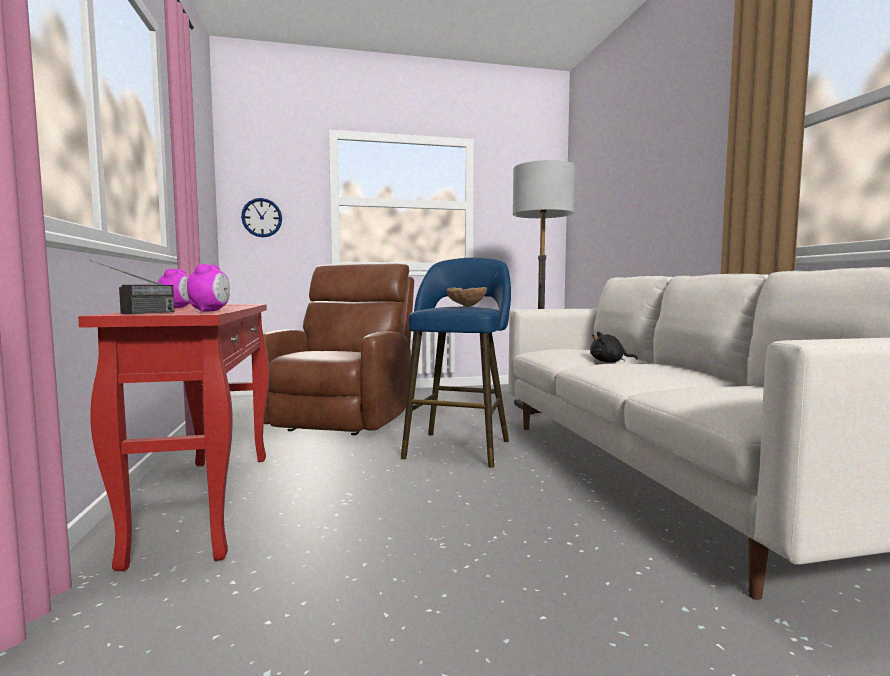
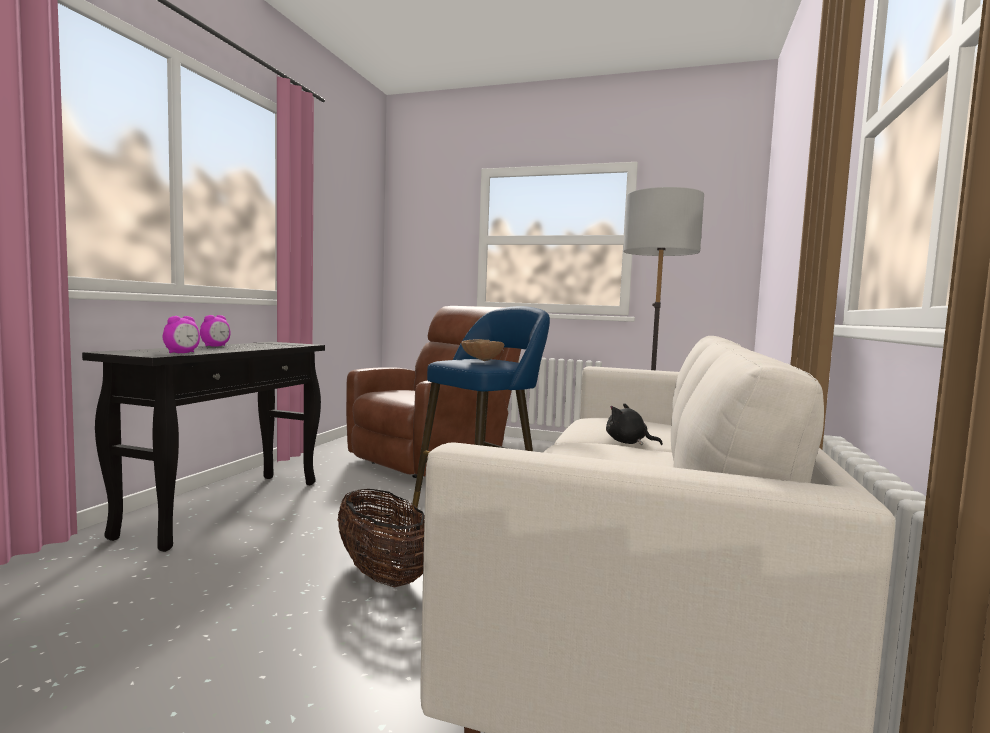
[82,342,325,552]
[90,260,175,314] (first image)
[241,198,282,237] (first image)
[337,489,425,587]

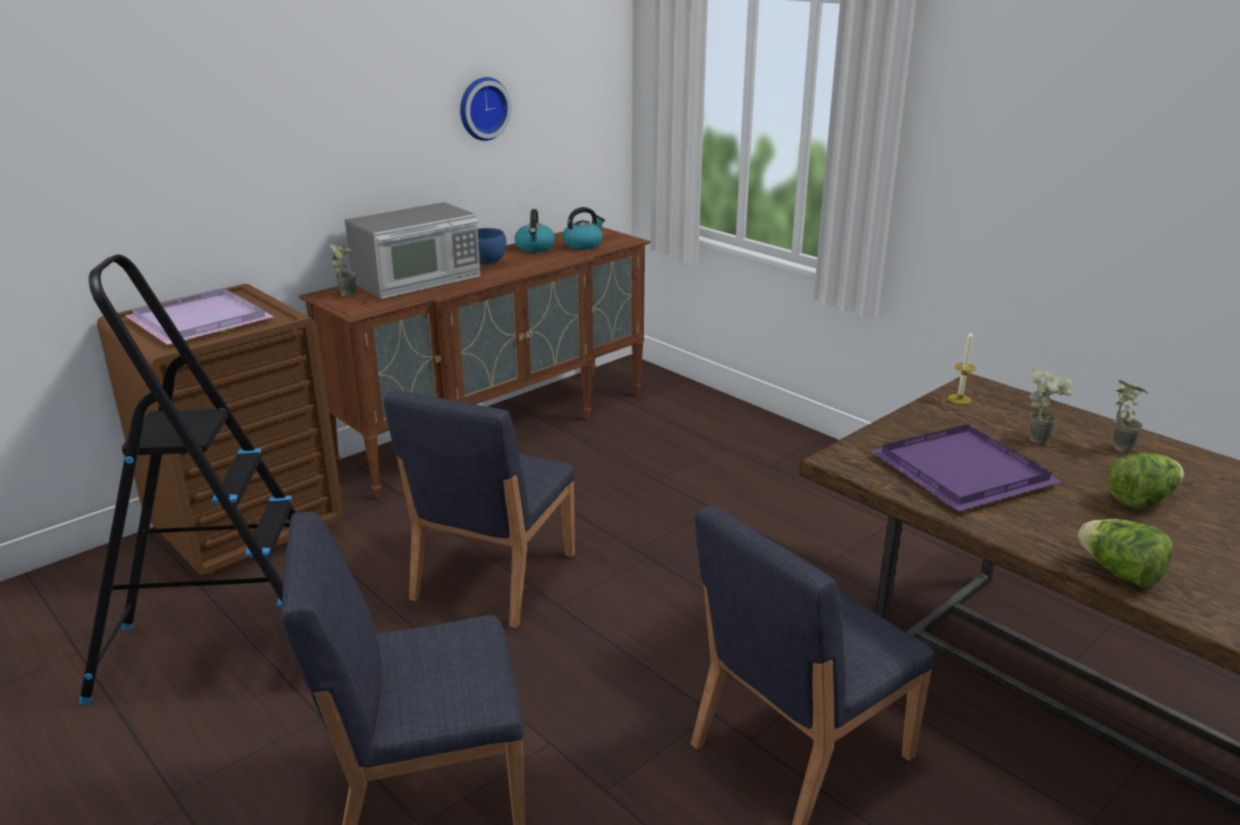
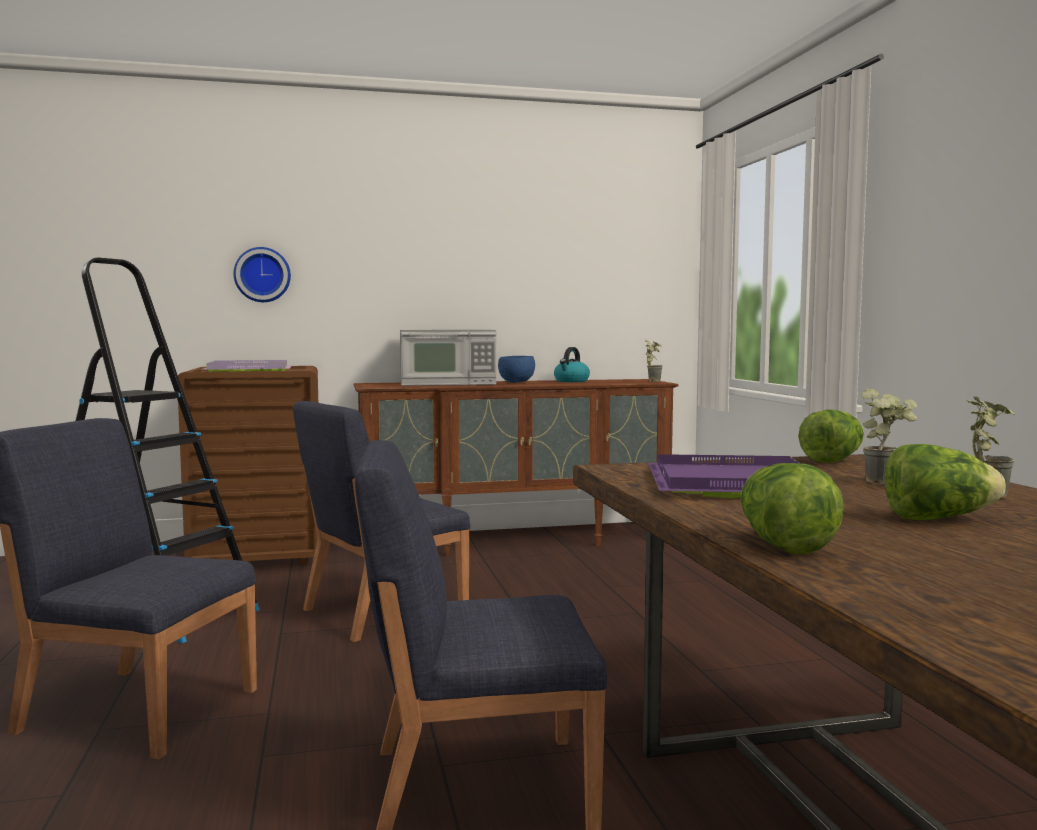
[645,339,663,382]
[234,247,291,302]
[562,207,605,250] (first image)
[798,409,864,463]

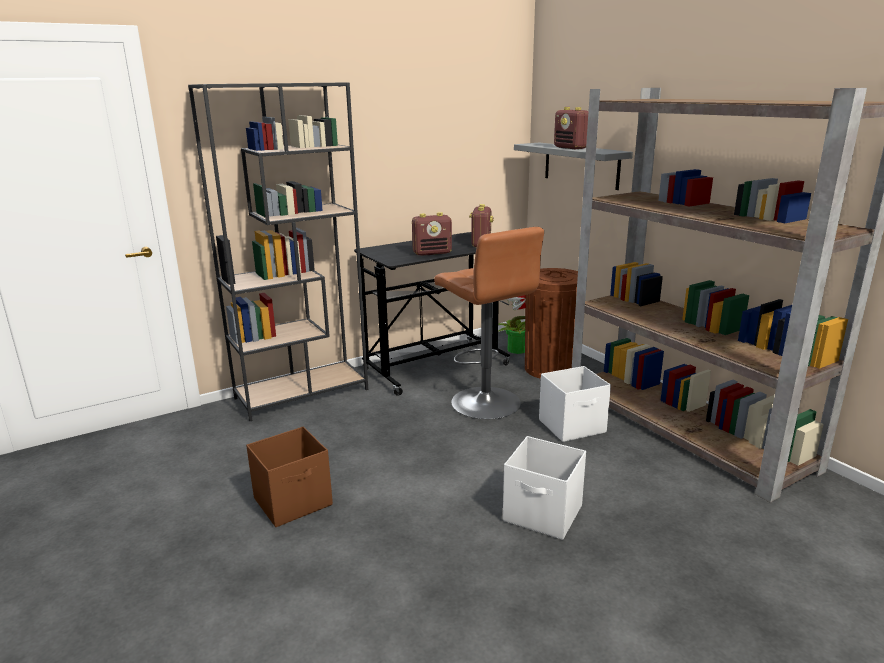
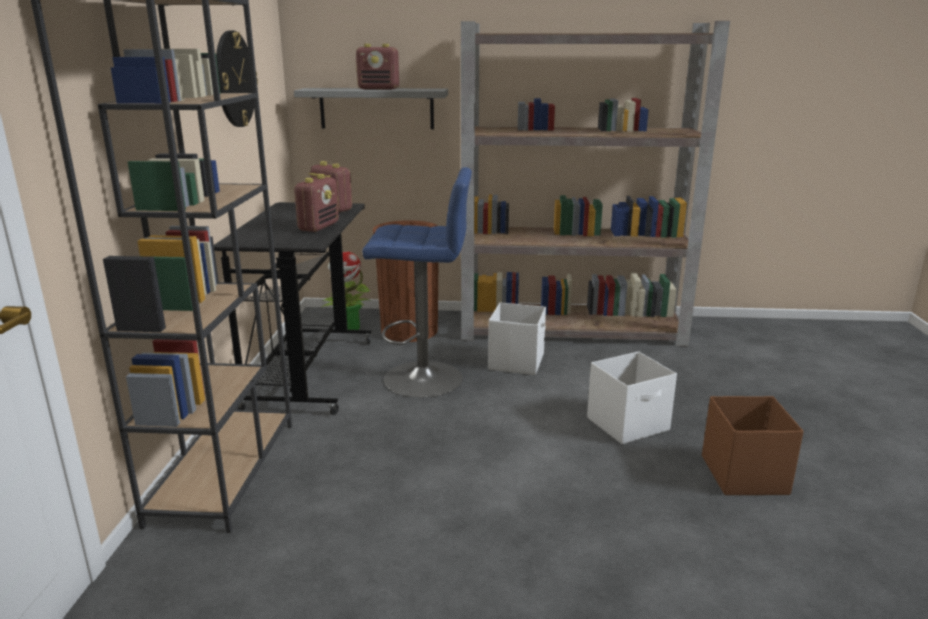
[702,396,804,495]
[362,167,472,397]
[216,30,258,127]

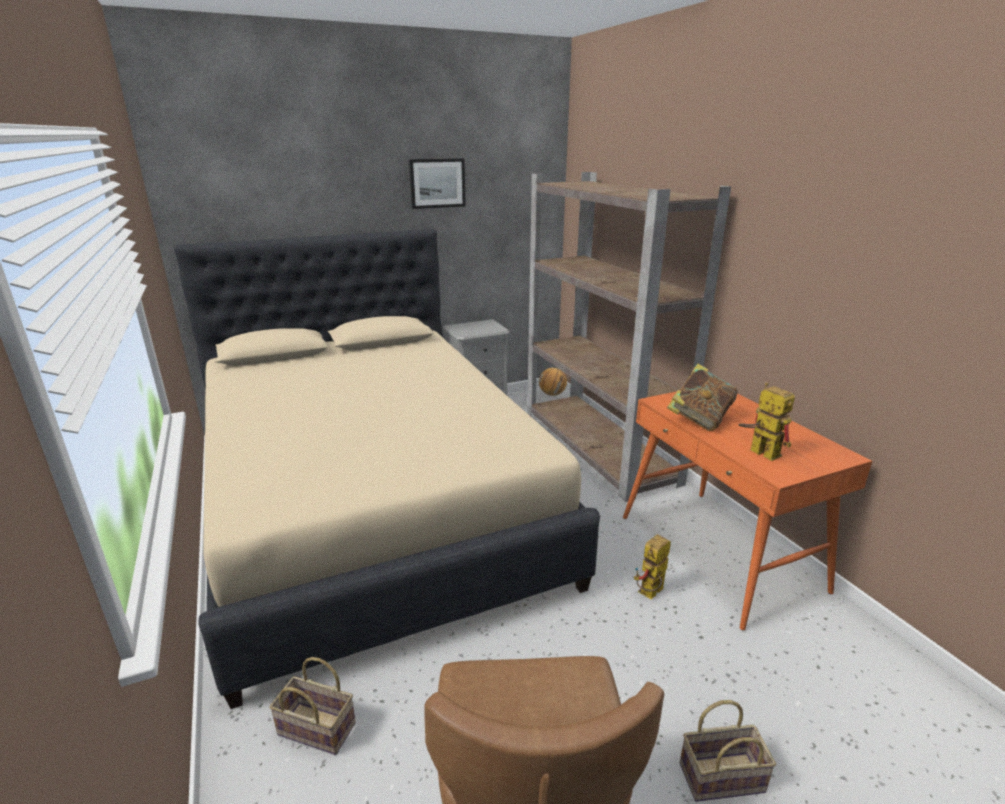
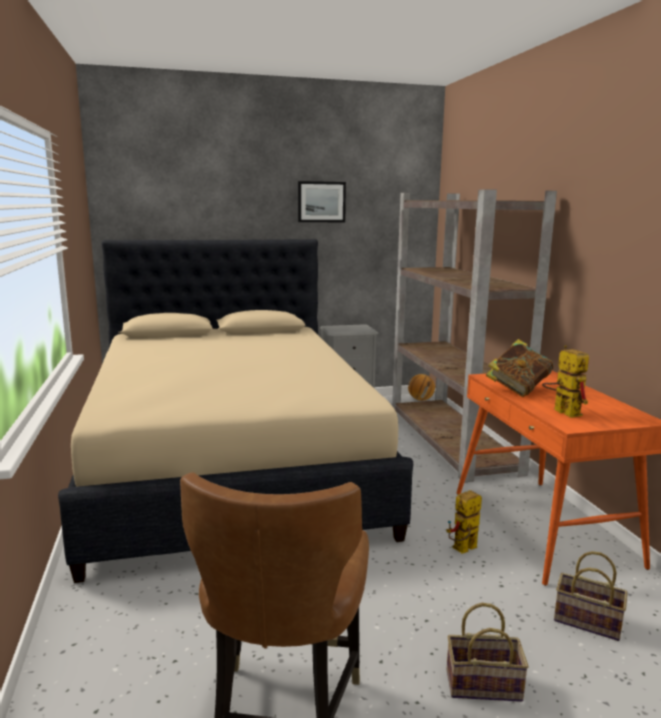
[554,551,628,641]

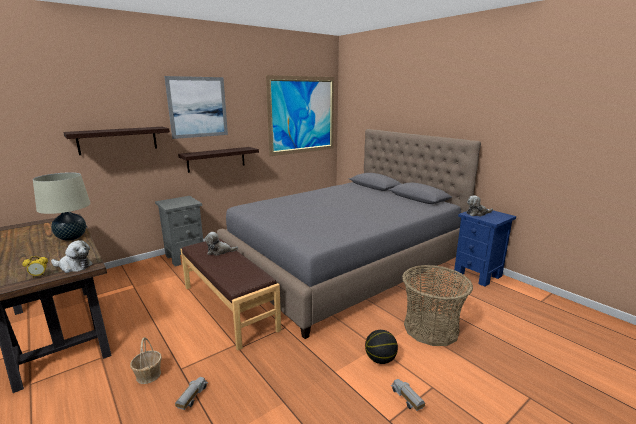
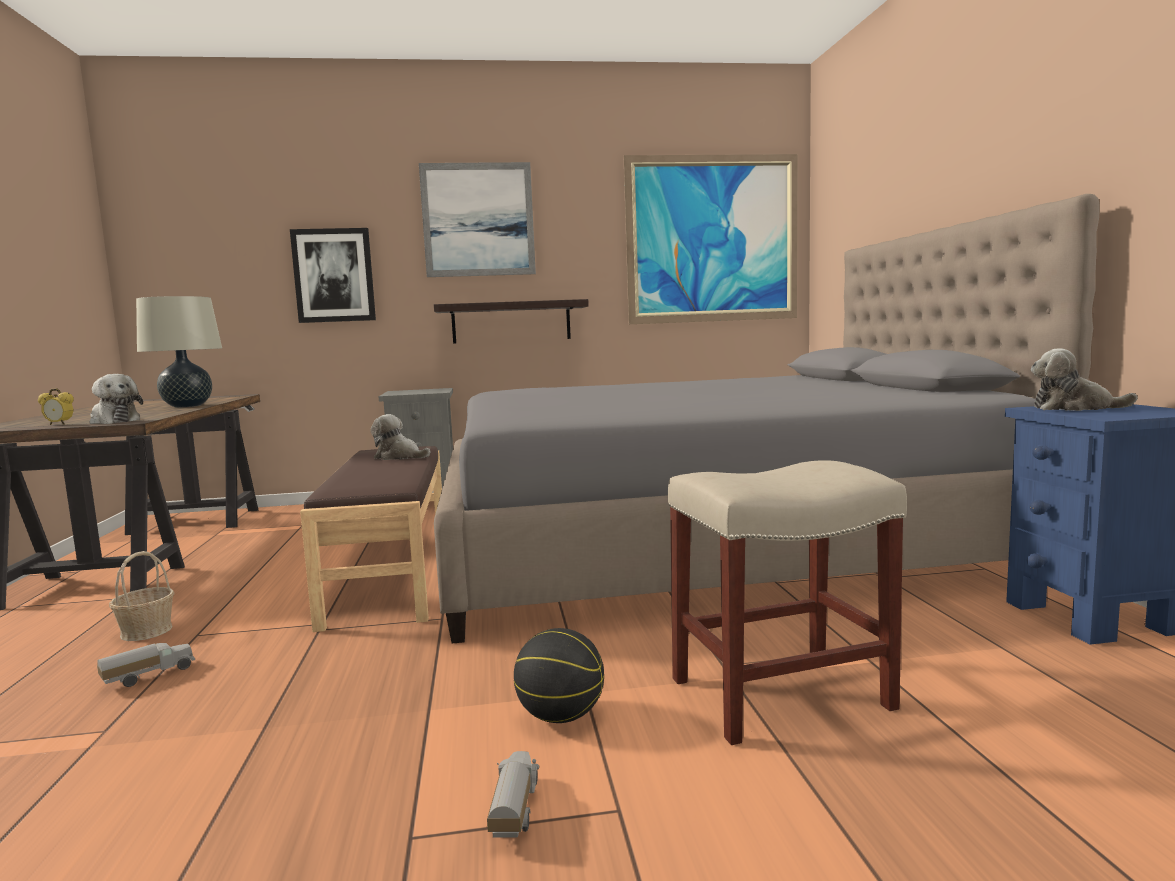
[290,228,376,323]
[668,460,907,745]

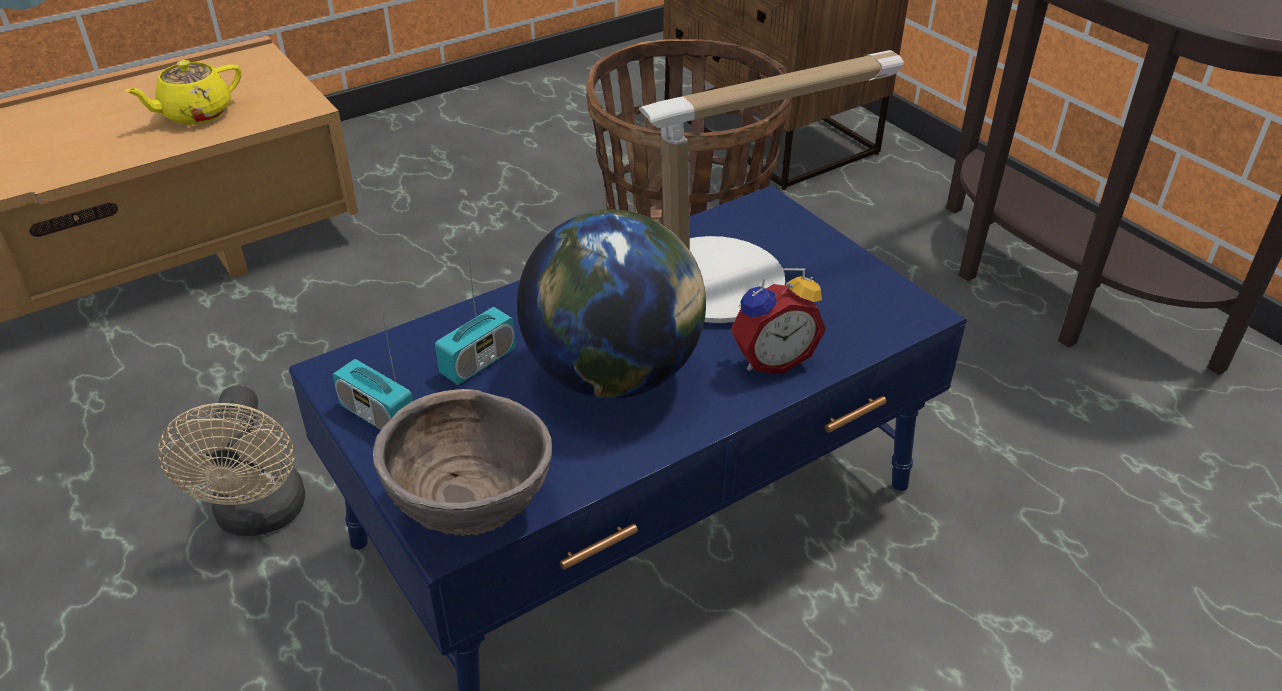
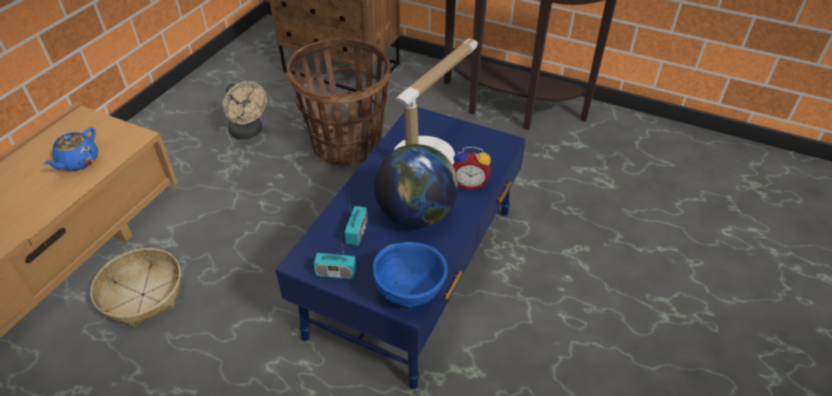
[43,127,98,171]
[223,81,267,139]
[373,242,448,307]
[453,147,491,191]
[90,248,181,328]

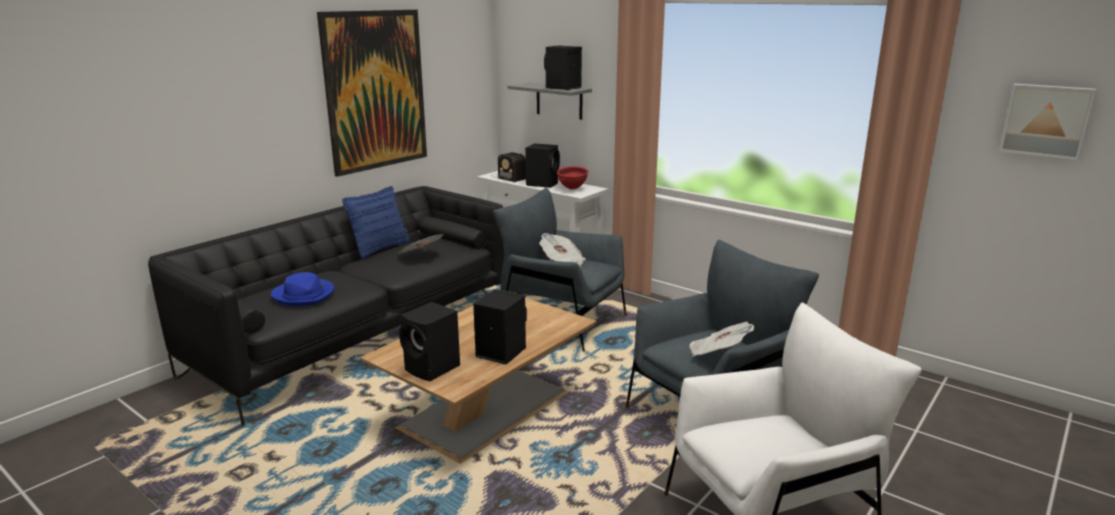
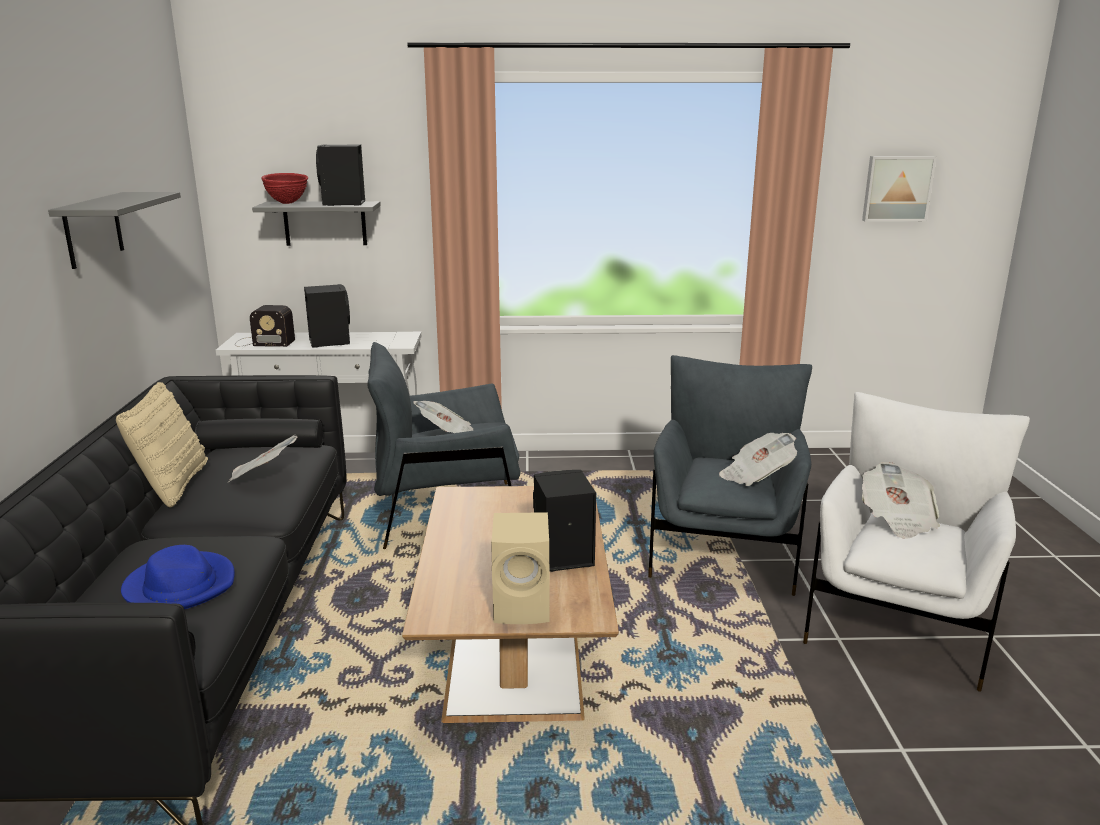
[48,192,181,269]
[116,382,208,508]
[491,512,549,624]
[261,173,308,204]
[862,462,940,539]

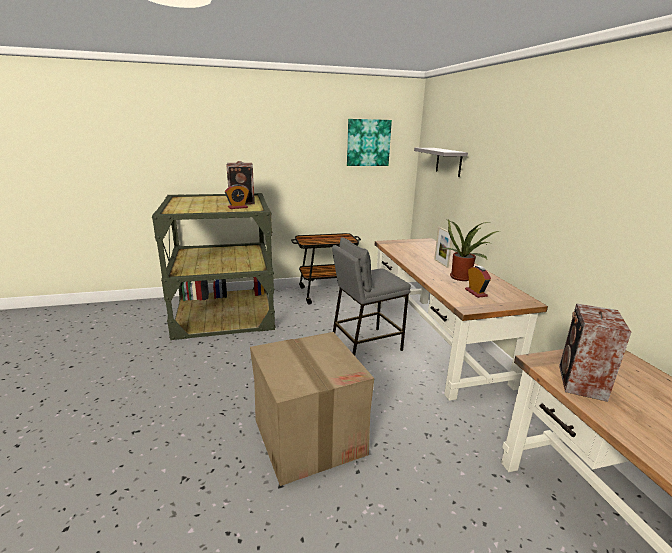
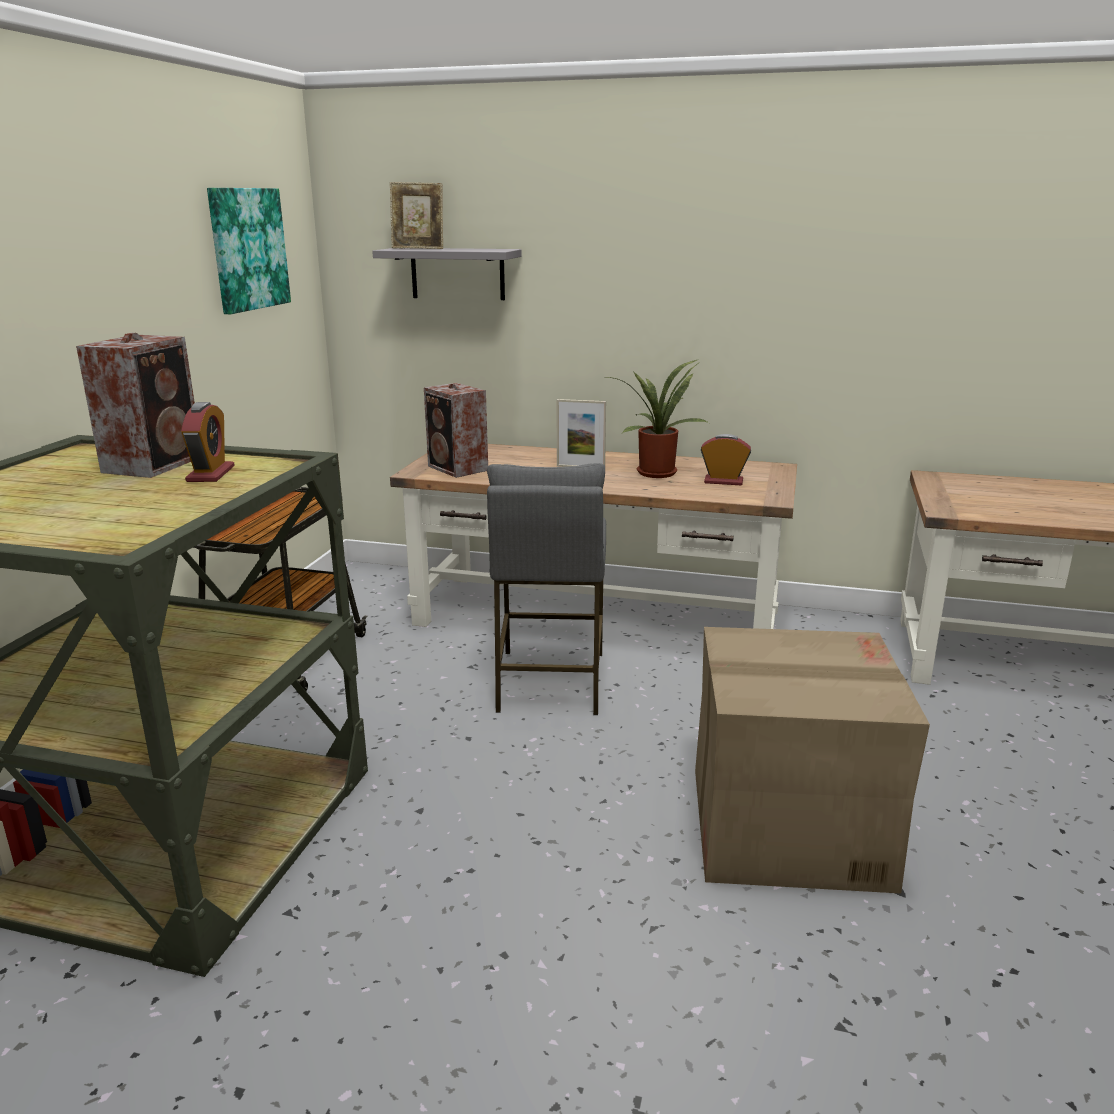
[424,383,488,478]
[390,182,443,249]

